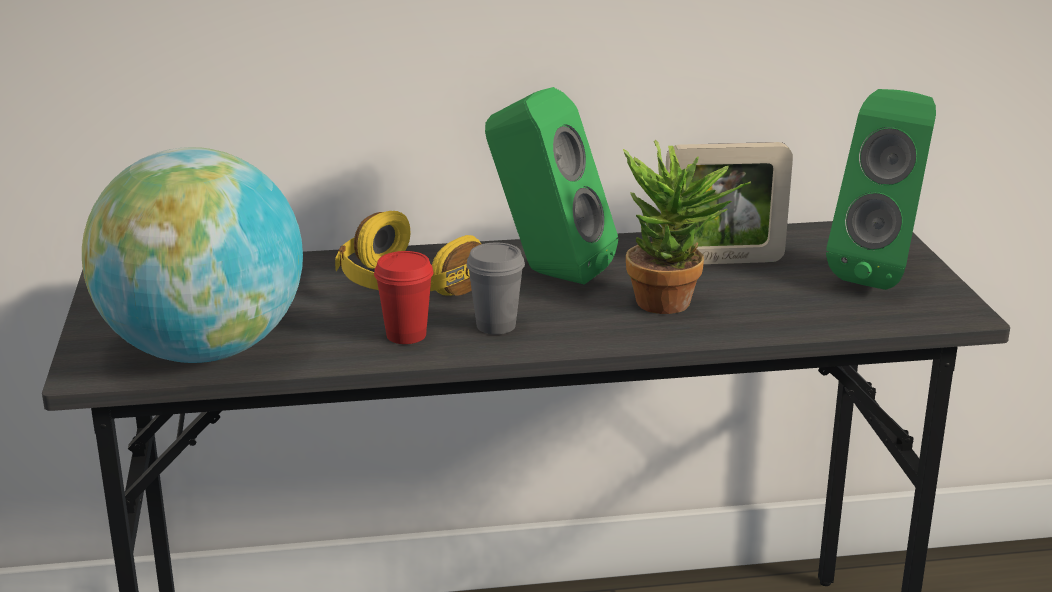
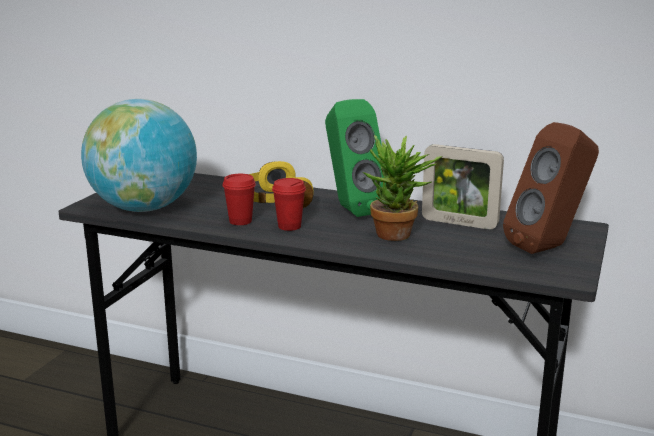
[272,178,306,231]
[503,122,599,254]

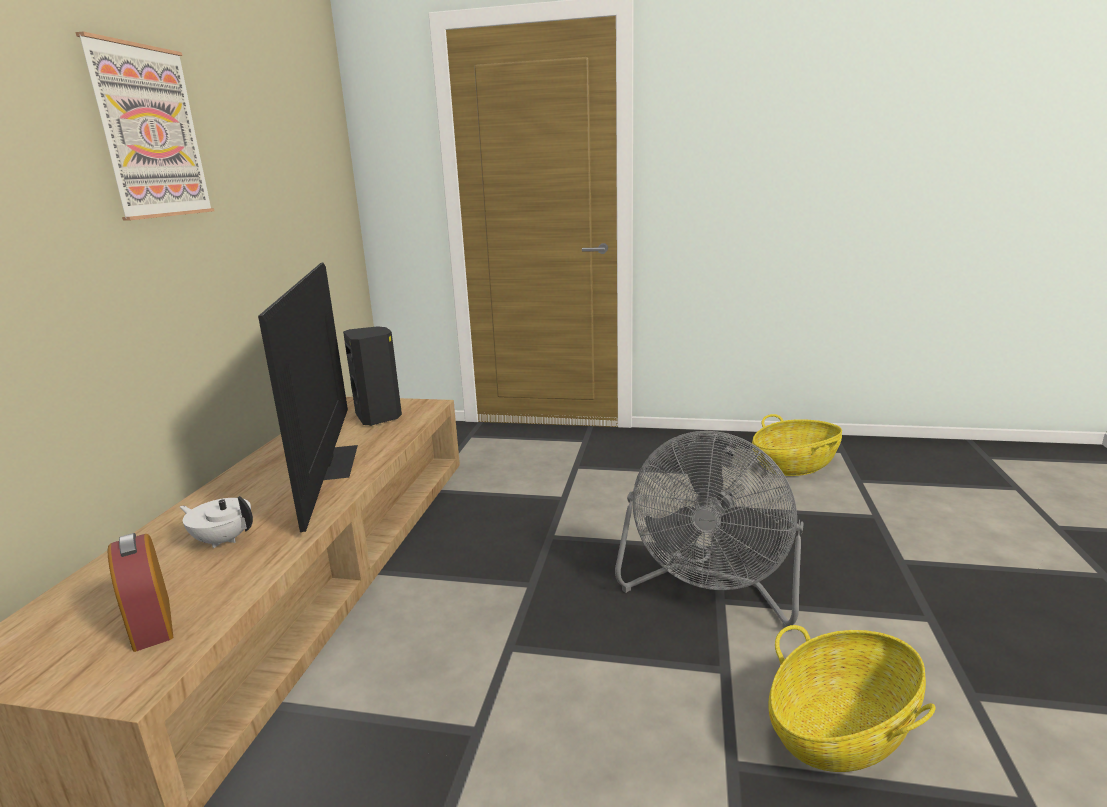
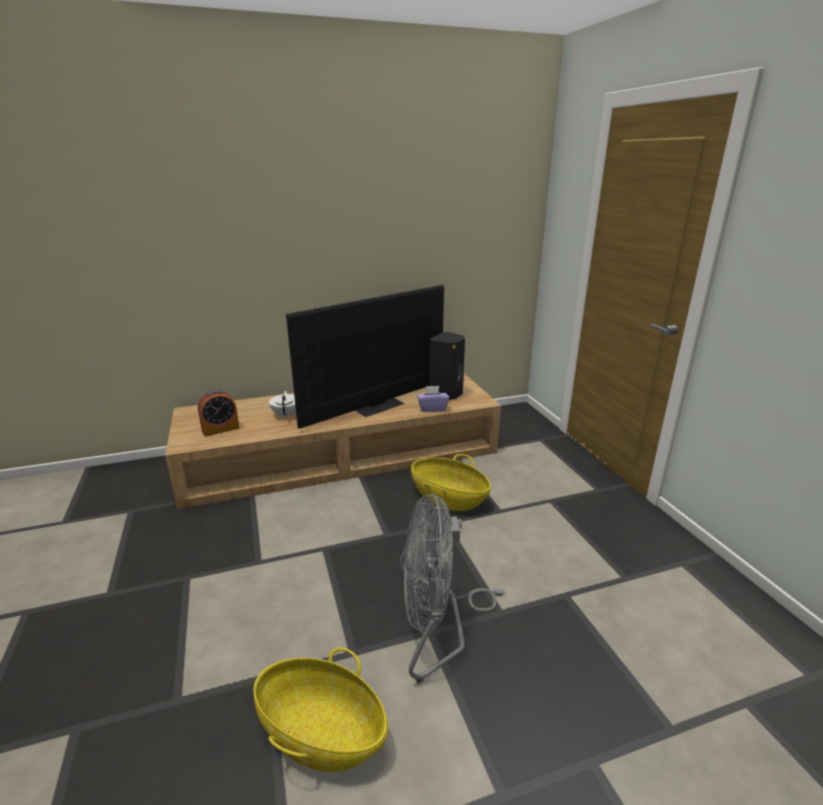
[75,31,214,221] (first image)
[198,389,240,437]
[411,454,491,511]
[417,386,449,412]

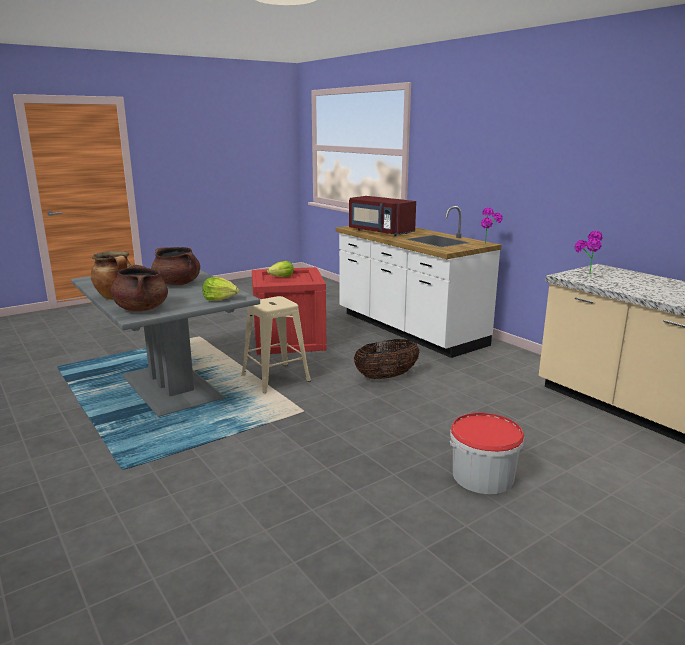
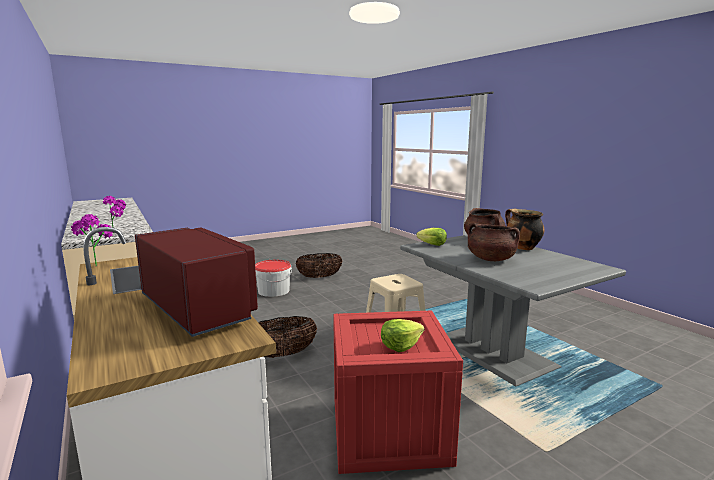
[296,253,343,278]

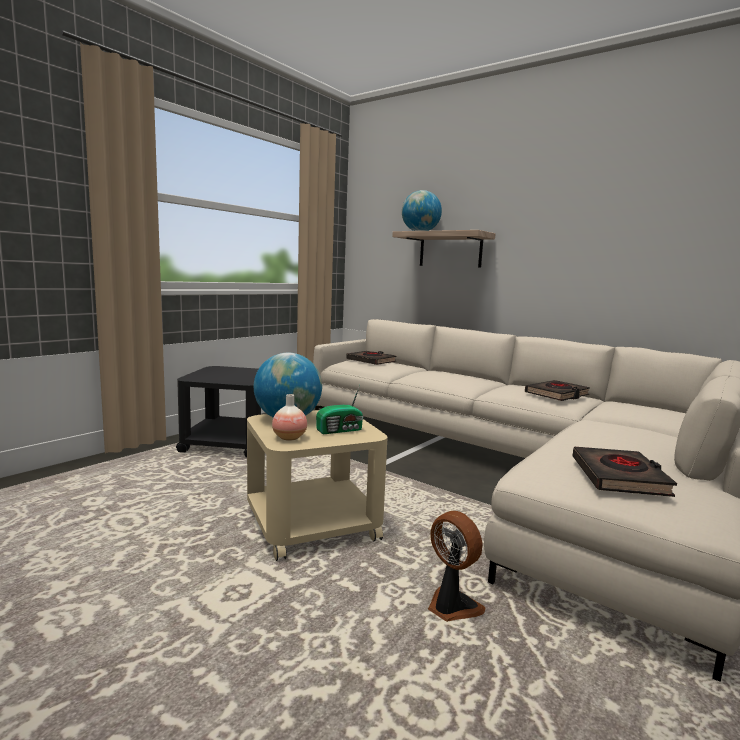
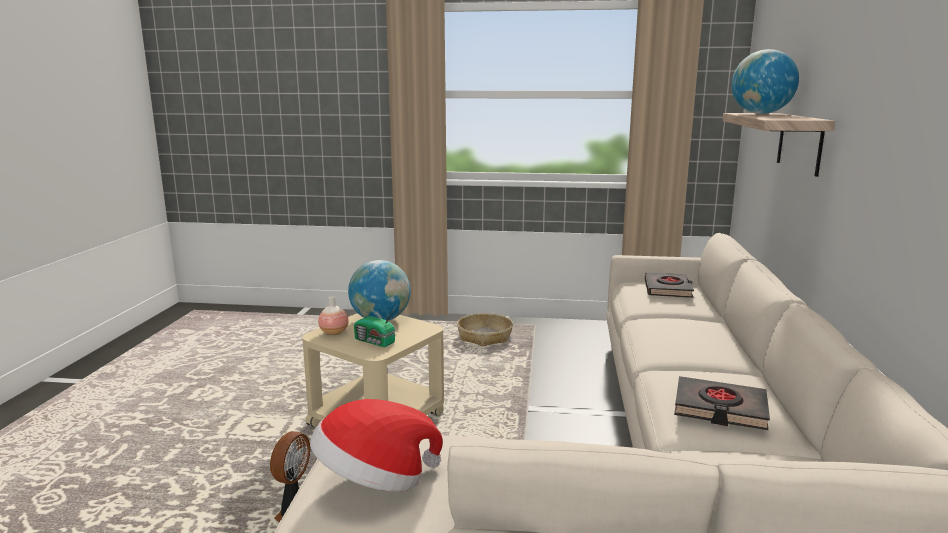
[457,313,513,346]
[310,399,443,492]

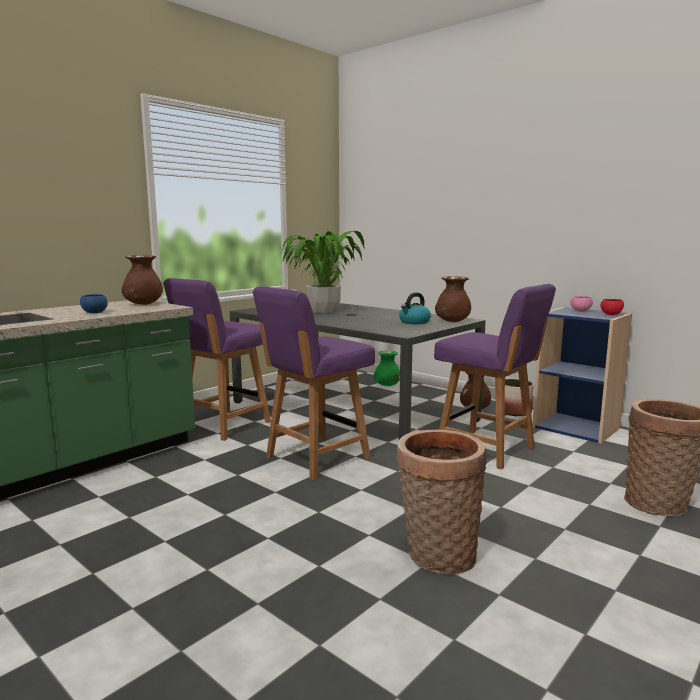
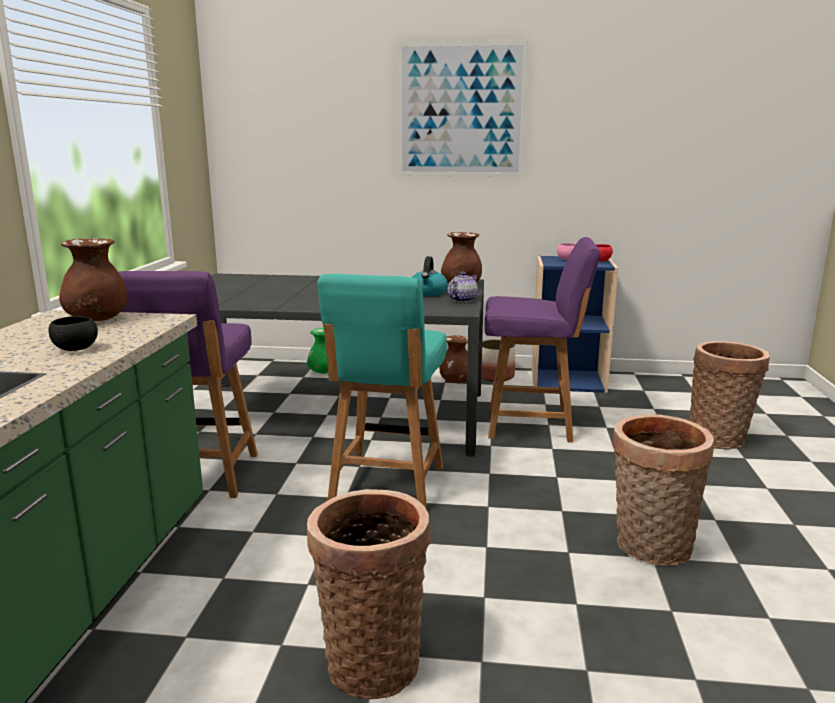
[49,316,98,351]
[317,274,447,510]
[282,231,365,313] (first image)
[307,489,431,699]
[397,40,528,177]
[447,272,478,302]

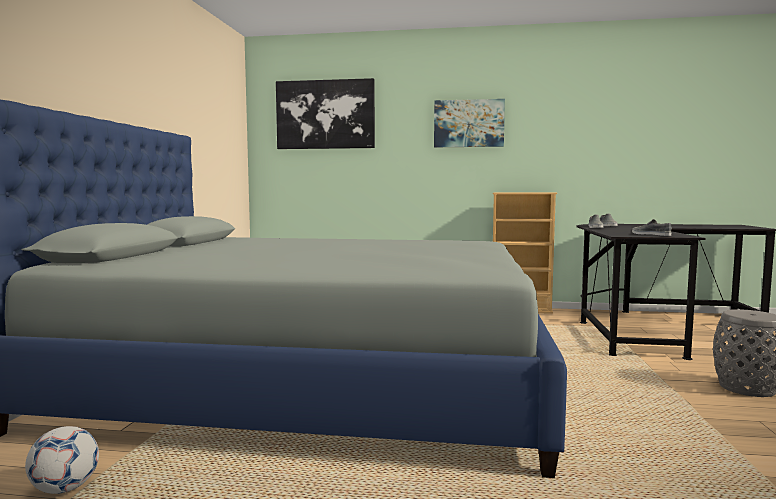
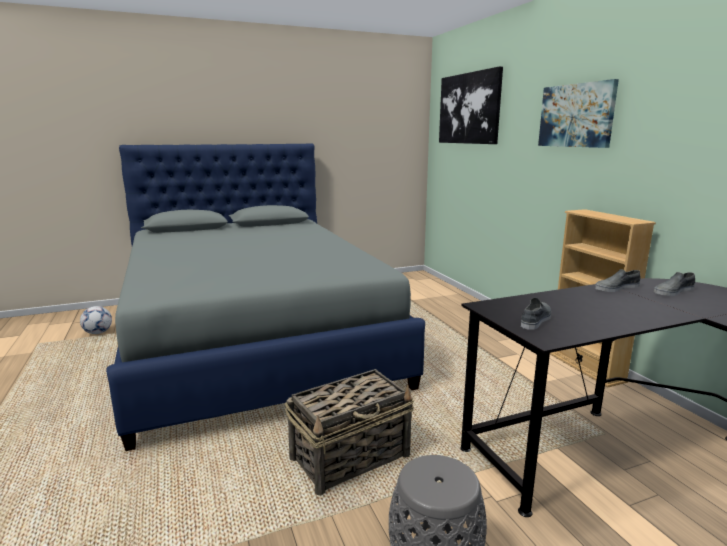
[285,369,414,495]

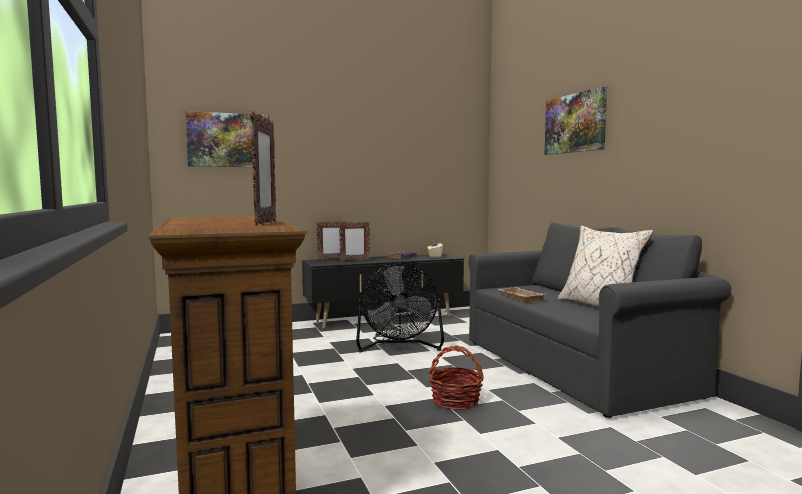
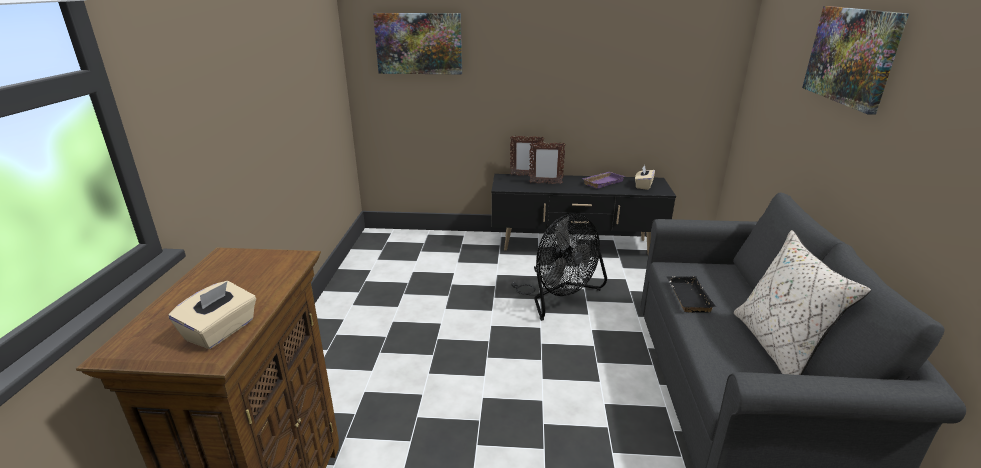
[169,281,256,349]
[511,213,607,321]
[428,345,484,410] (first image)
[667,276,716,313]

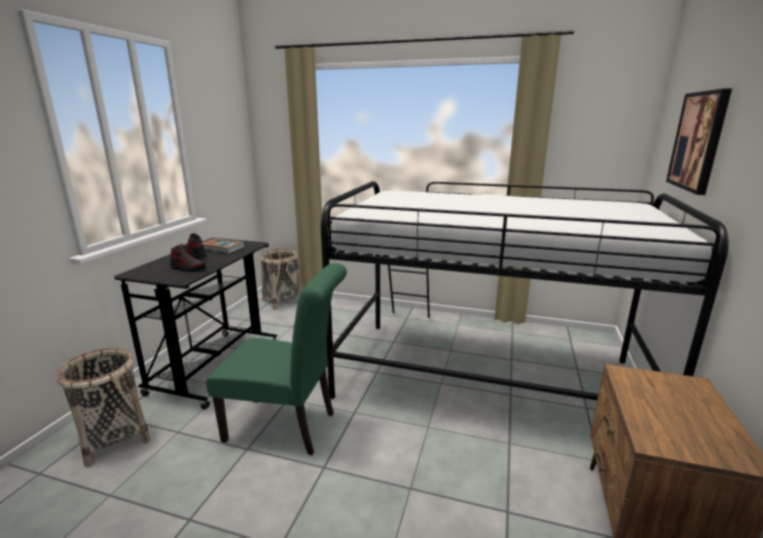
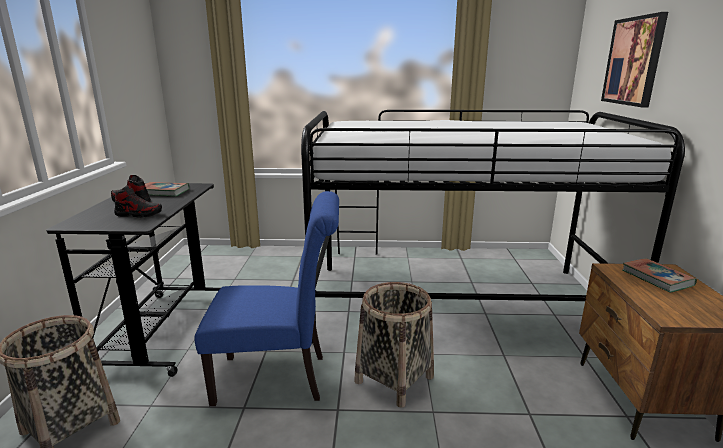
[194,191,339,406]
[354,282,434,408]
[622,258,697,293]

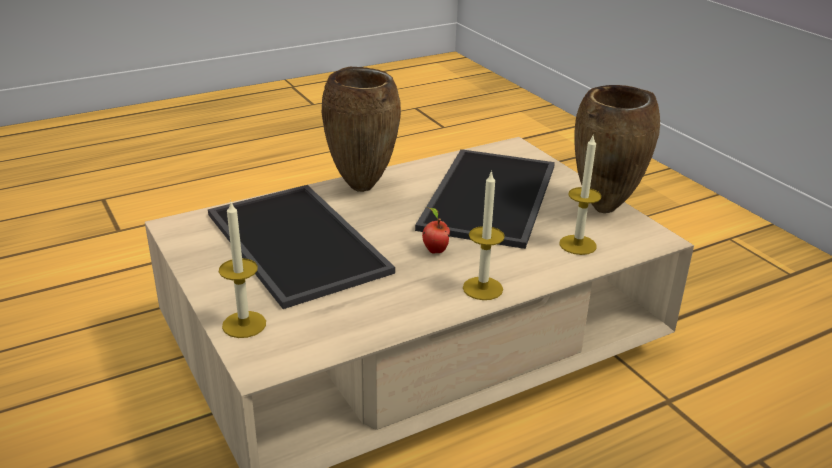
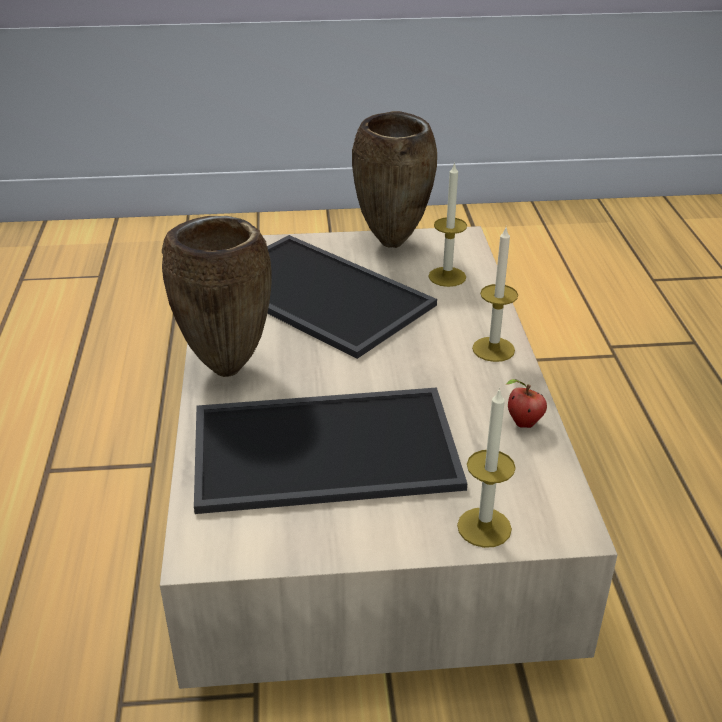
[506,379,547,428]

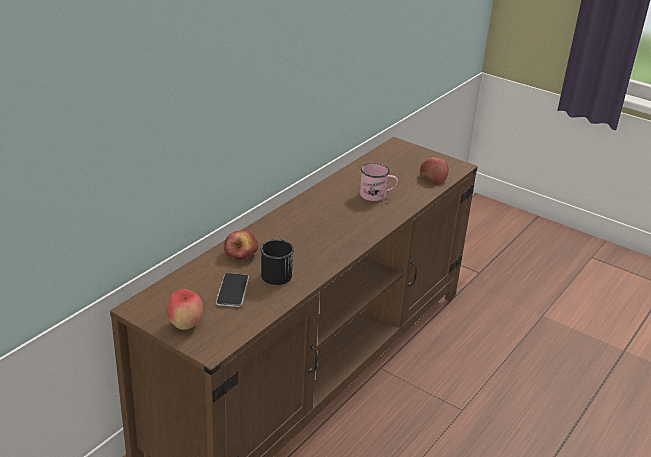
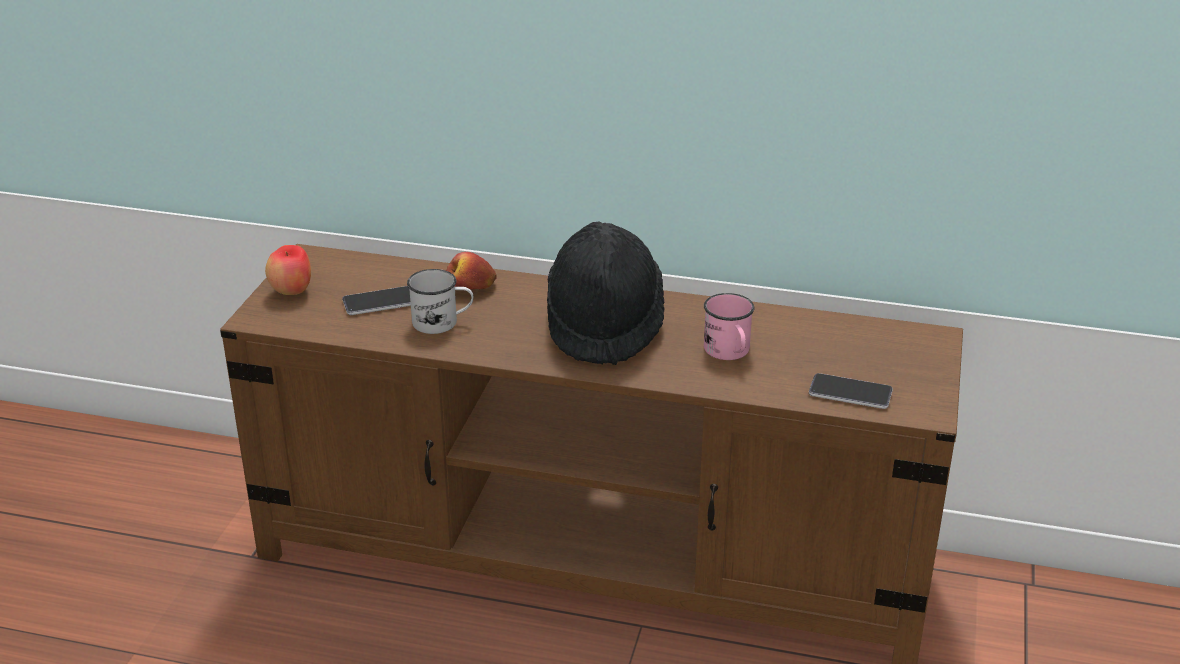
[407,269,473,334]
[809,373,893,409]
[547,222,664,365]

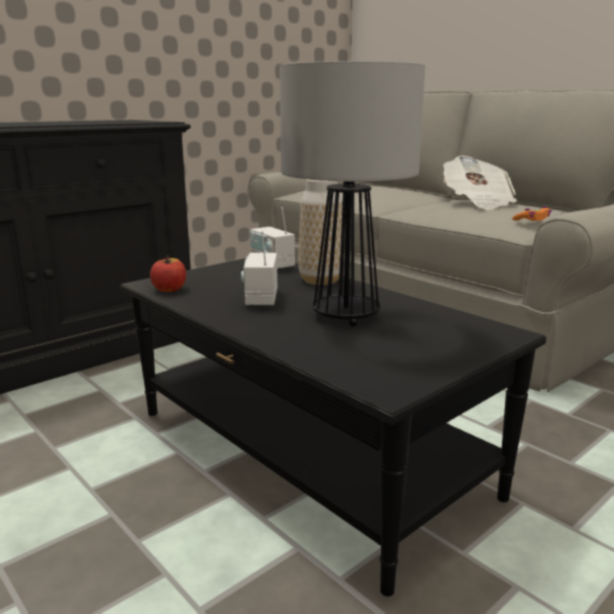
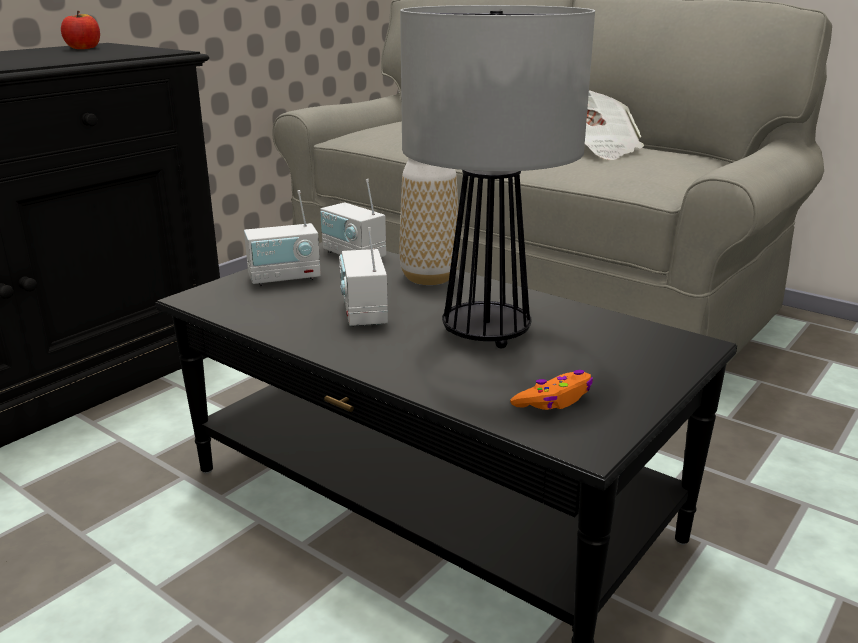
[61,11,100,49]
[510,370,593,410]
[244,190,321,286]

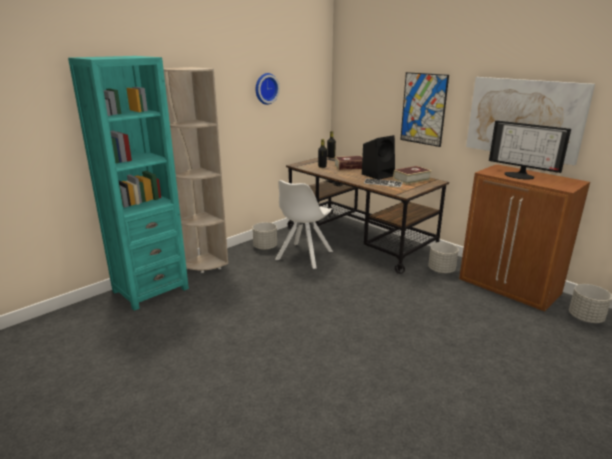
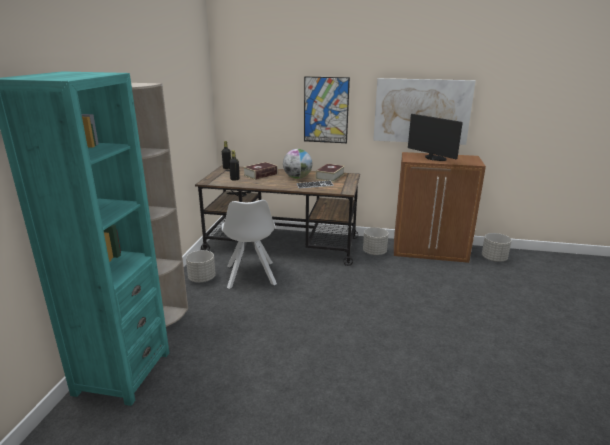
[255,73,280,105] (first image)
[283,149,312,179]
[408,114,463,161]

